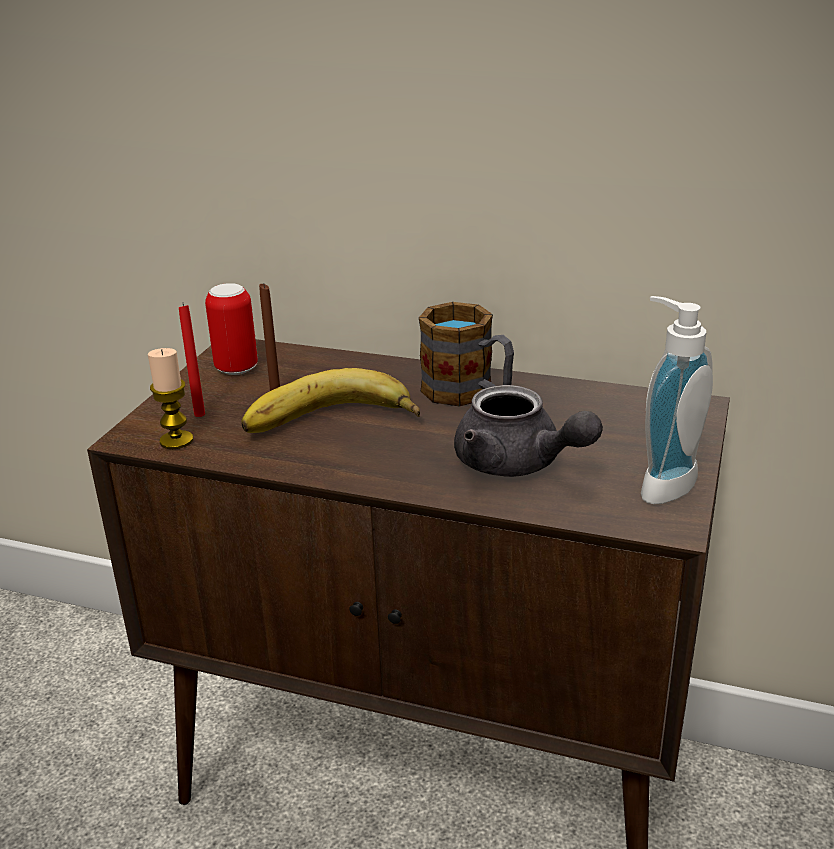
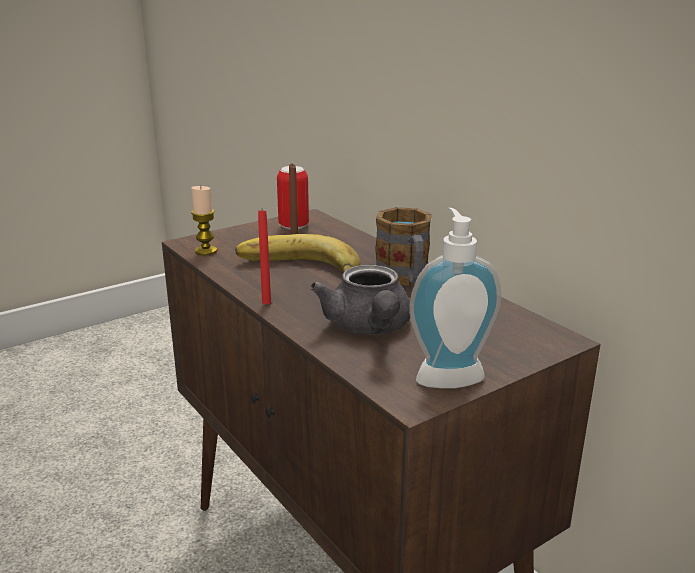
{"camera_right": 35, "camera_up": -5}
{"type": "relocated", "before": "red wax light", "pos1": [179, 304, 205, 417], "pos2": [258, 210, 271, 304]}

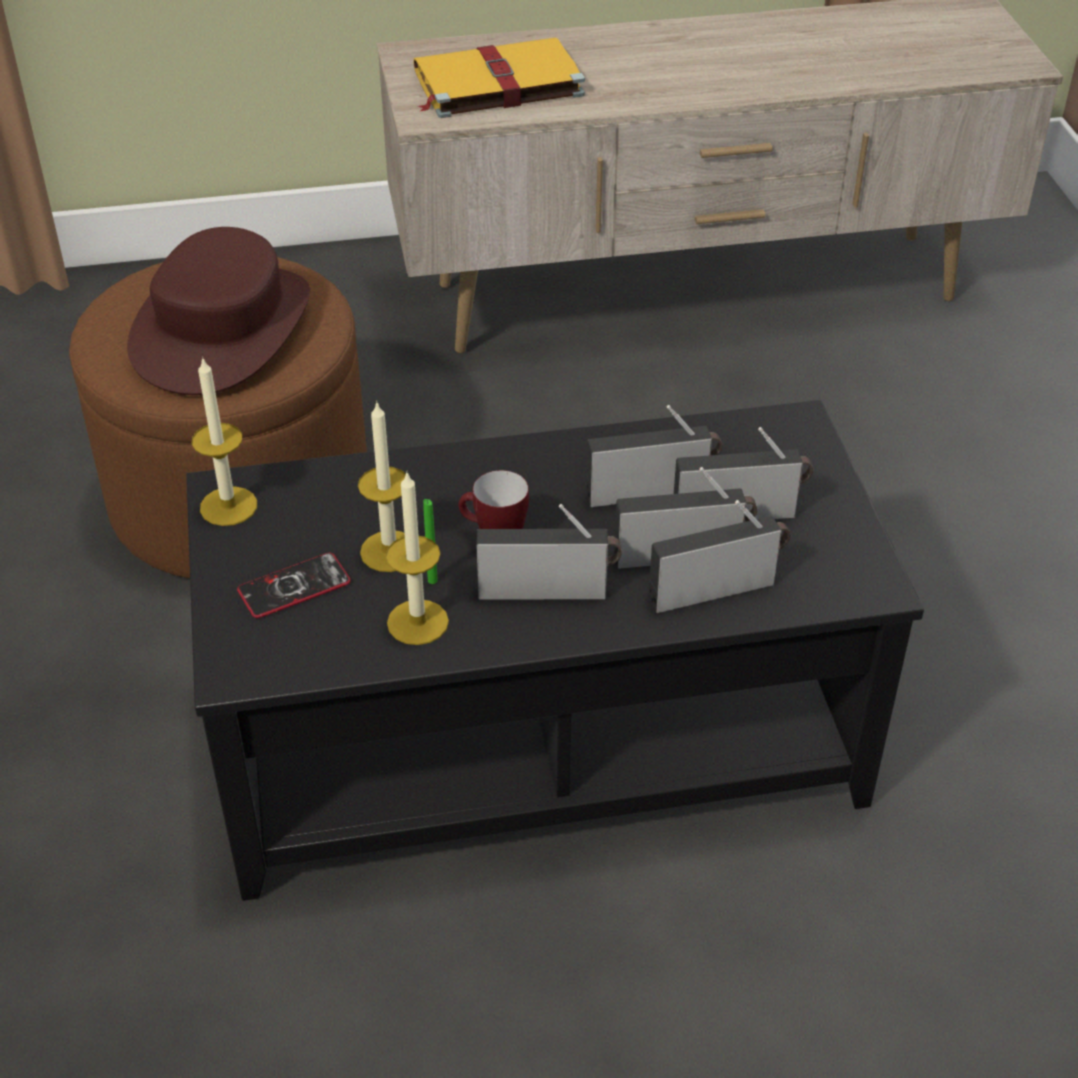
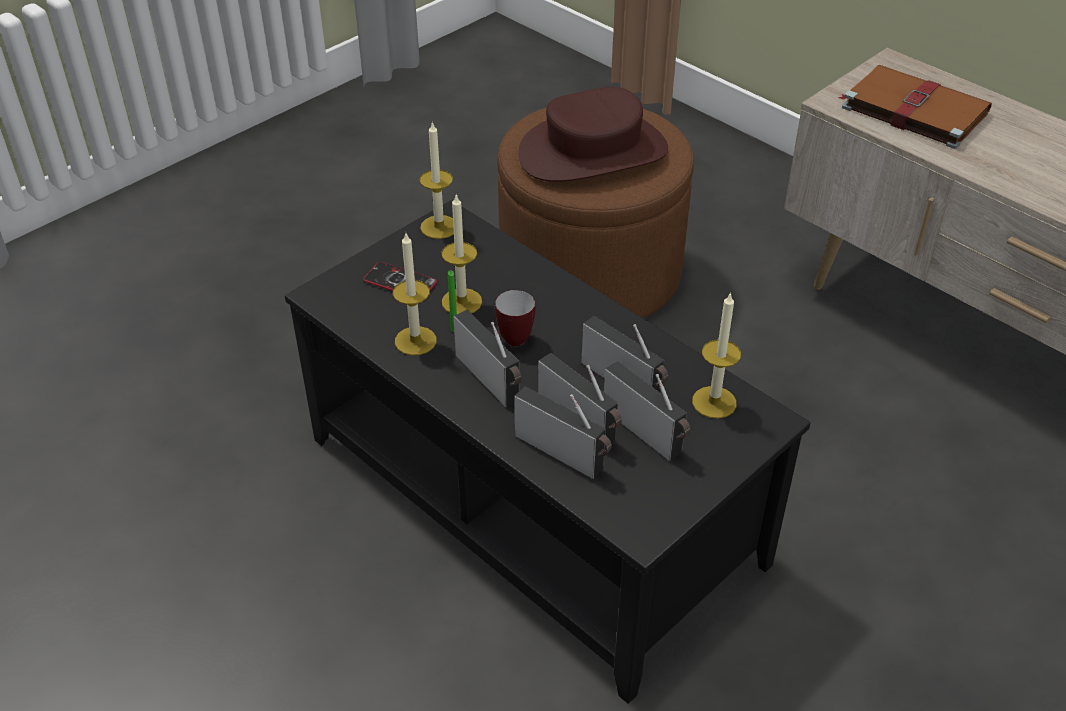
{"camera_right": 55, "camera_up": 0}
{"type": "appeared", "after": "wax light", "pos2": [692, 292, 741, 419]}
{"type": "colour", "before": "yellow book", "after": "brown-coloured book", "pos1": [414, 37, 585, 118], "pos2": [837, 65, 992, 149]}

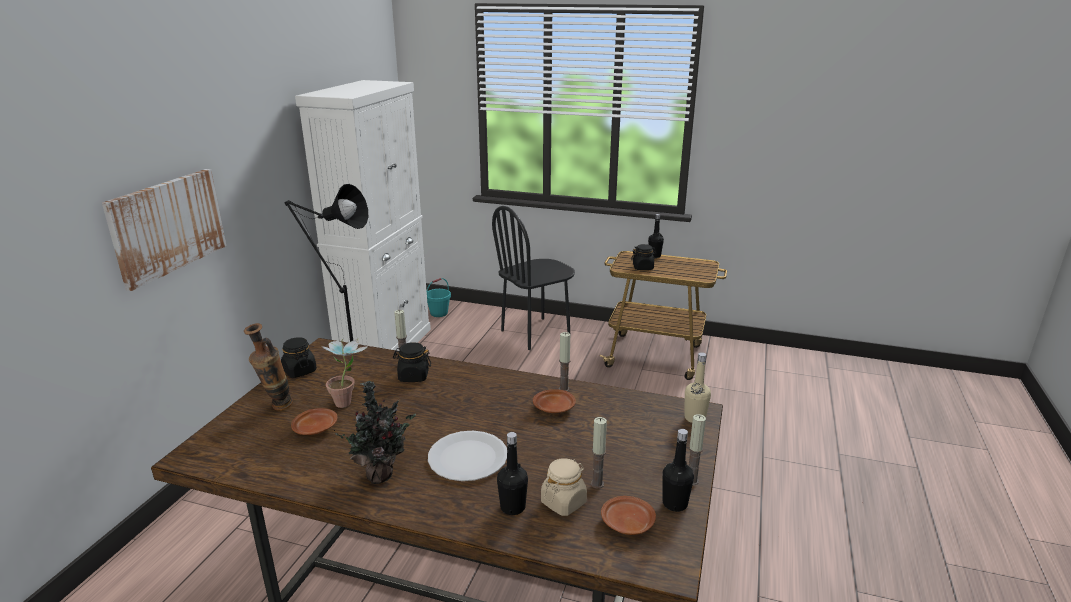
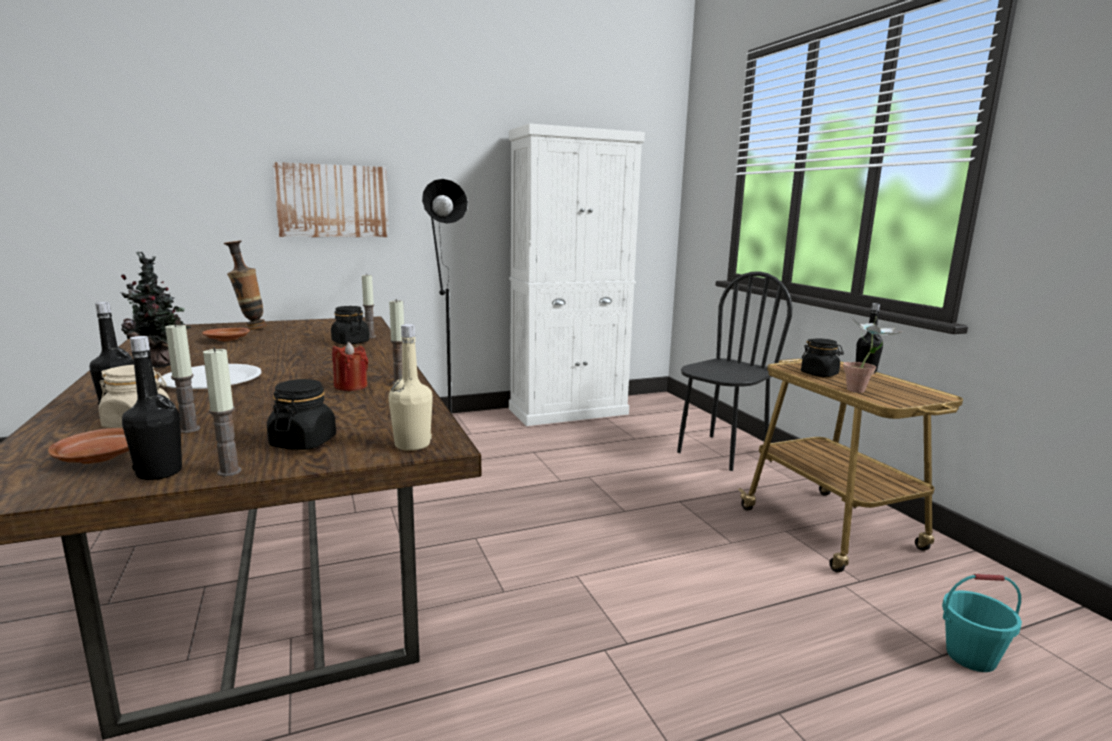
{"camera_right": 50, "camera_up": -10}
{"type": "relocated", "before": "black storage jar", "pos1": [281, 337, 317, 378], "pos2": [267, 379, 336, 450]}
{"type": "exchanged", "before": "brown-coloured flat dish", "after": "red wax light", "pos1": [533, 389, 576, 413], "pos2": [332, 342, 368, 391]}
{"type": "spun", "before": "black plain chair", "pos1": [492, 206, 575, 350], "pos2": [677, 271, 793, 471], "turn": 120}
{"type": "relocated", "before": "potted plant", "pos1": [322, 339, 368, 408], "pos2": [843, 316, 903, 393]}
{"type": "relocated", "before": "blue-green bucket", "pos1": [427, 278, 451, 317], "pos2": [942, 574, 1022, 672]}

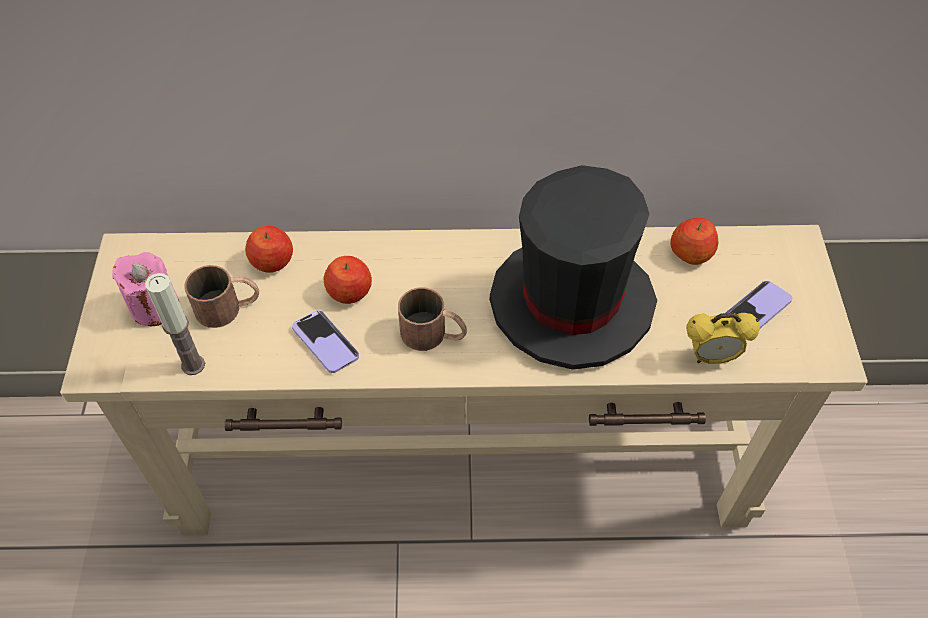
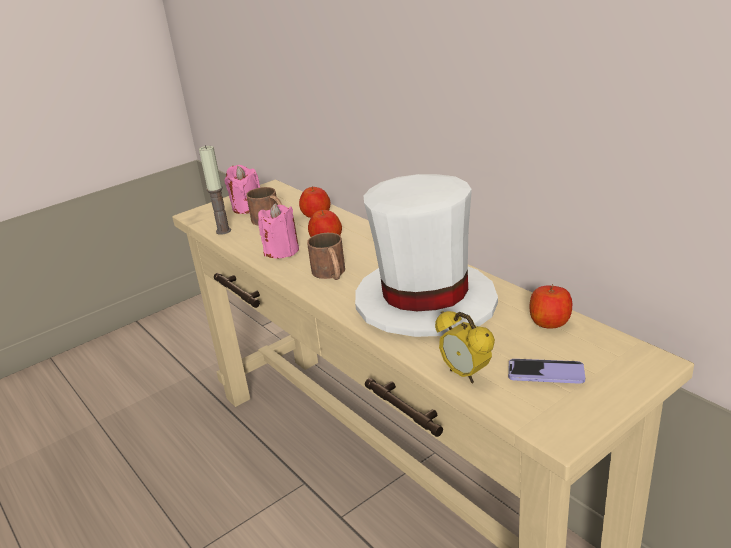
{"camera_right": 55, "camera_up": -25}
{"type": "exchanged", "before": "phone", "after": "pinkish wax light", "pos1": [292, 310, 359, 373], "pos2": [258, 203, 299, 259]}
{"type": "colour", "before": "black clothing hat", "after": "white-coloured clothing hat", "pos1": [489, 165, 657, 370], "pos2": [355, 174, 498, 337]}

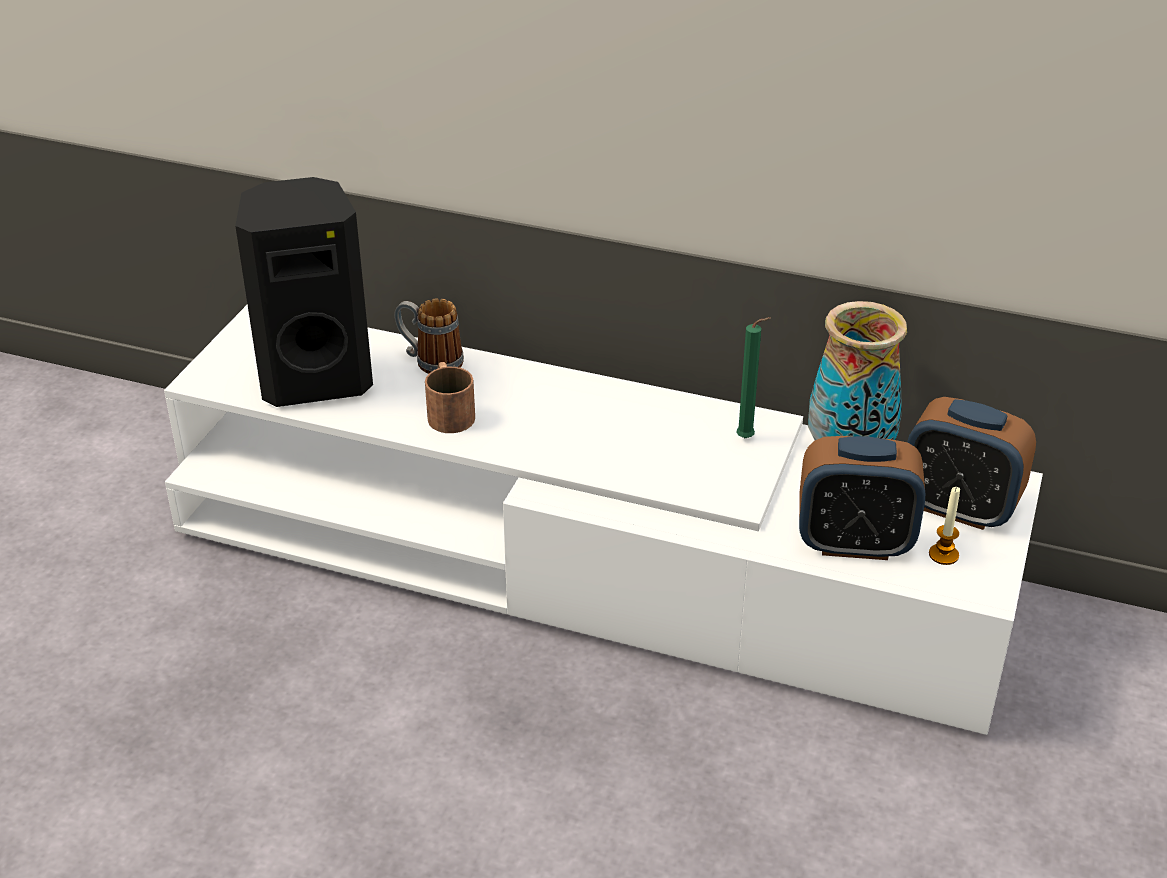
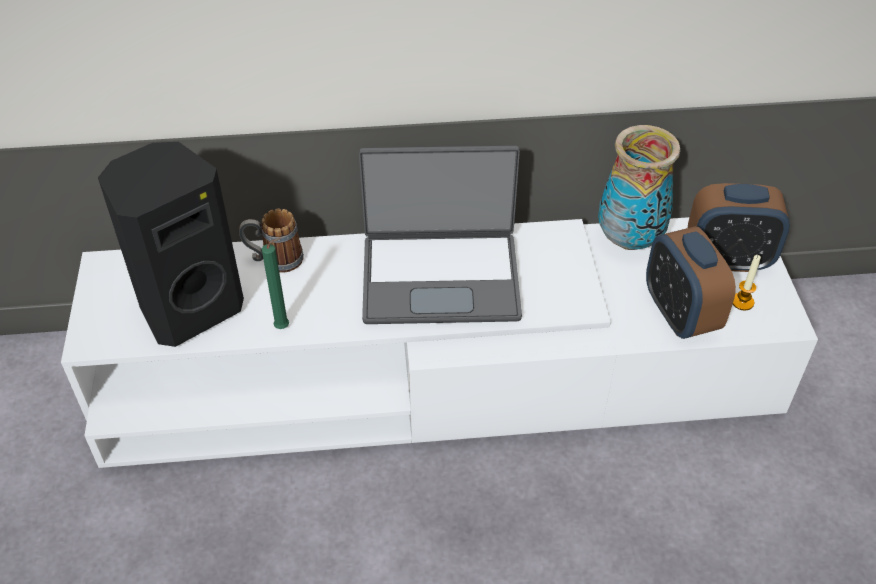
{"camera_right": -25, "camera_up": 10}
{"type": "relocated", "before": "green-coloured wax light", "pos1": [736, 317, 771, 438], "pos2": [262, 237, 289, 329]}
{"type": "appeared", "after": "laptop", "pos2": [359, 146, 522, 324]}
{"type": "spun", "before": "bedside clock", "pos1": [799, 436, 925, 560], "pos2": [646, 226, 736, 339], "turn": 90}
{"type": "missing", "before": "brown-coloured coffee mug", "pos1": [425, 362, 475, 433]}

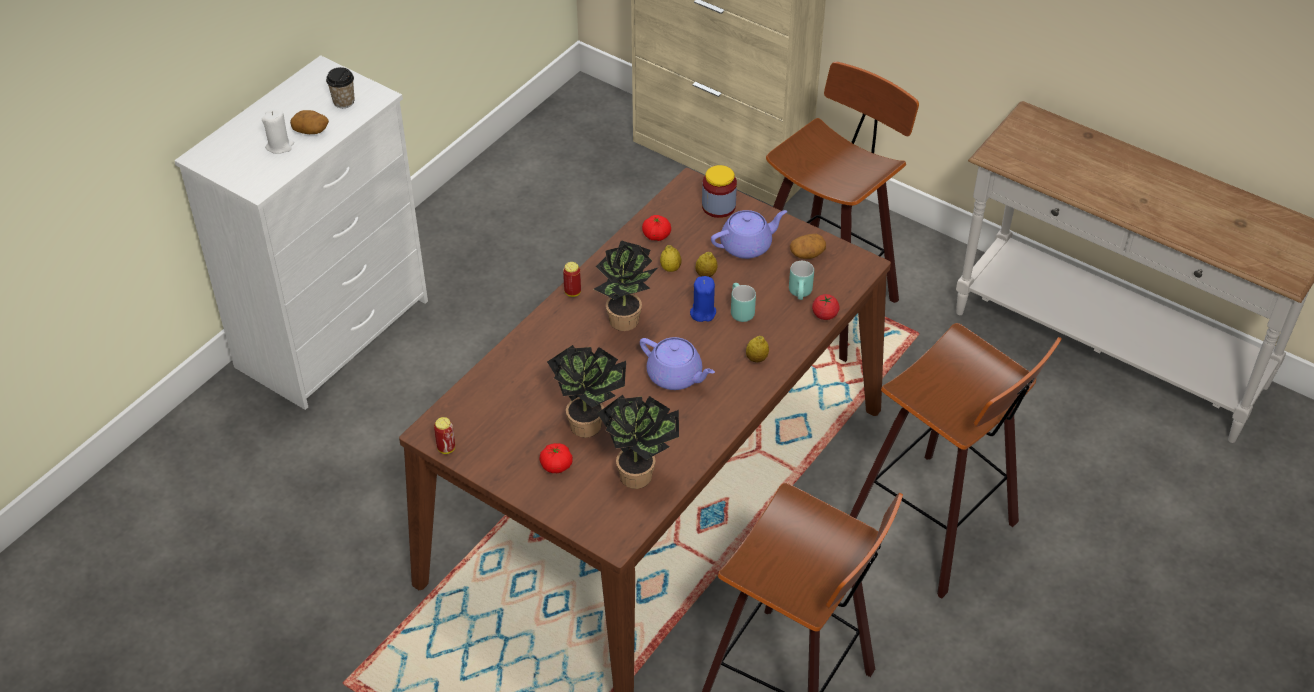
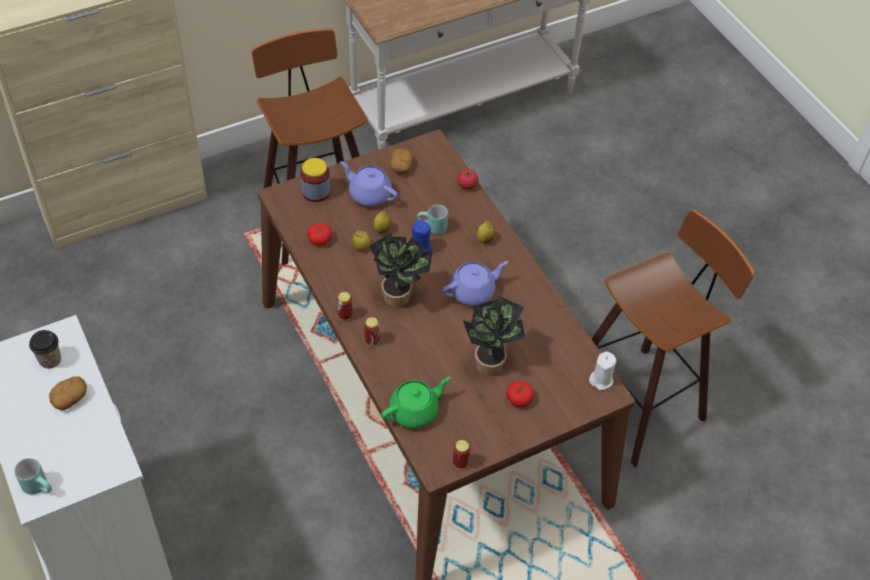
{"camera_right": -65, "camera_up": 5}
{"type": "relocated", "before": "blue-green coffee mug", "pos1": [789, 261, 814, 300], "pos2": [14, 458, 52, 495]}
{"type": "spun", "before": "purplish tea pot", "pos1": [711, 210, 787, 259], "pos2": [340, 161, 398, 207], "turn": -60}
{"type": "appeared", "after": "can", "pos2": [364, 317, 380, 346]}
{"type": "appeared", "after": "green-coloured tea pot", "pos2": [381, 377, 451, 428]}
{"type": "relocated", "before": "white-coloured wax light", "pos1": [262, 109, 294, 154], "pos2": [589, 352, 617, 390]}
{"type": "missing", "before": "potted plant", "pos1": [597, 395, 679, 489]}
{"type": "missing", "before": "stool", "pos1": [850, 323, 1062, 599]}

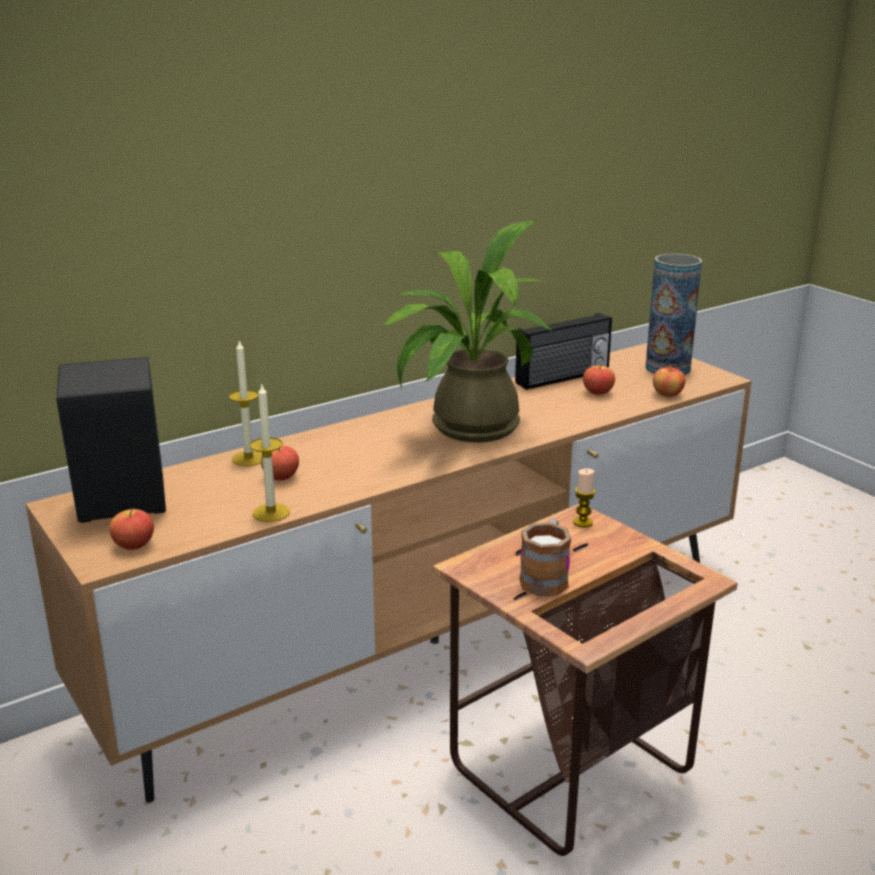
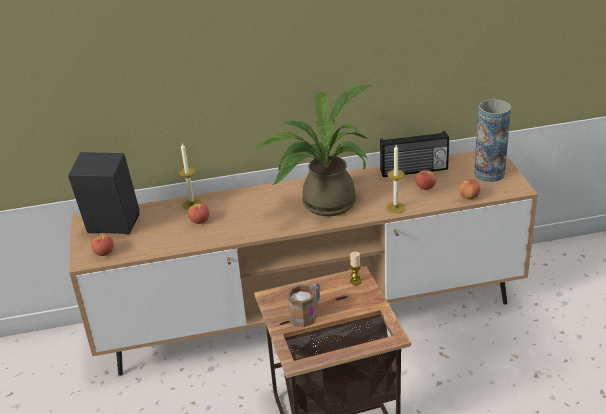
{"camera_right": 25, "camera_up": 10}
{"type": "relocated", "before": "wax light", "pos1": [250, 385, 290, 522], "pos2": [386, 145, 406, 214]}

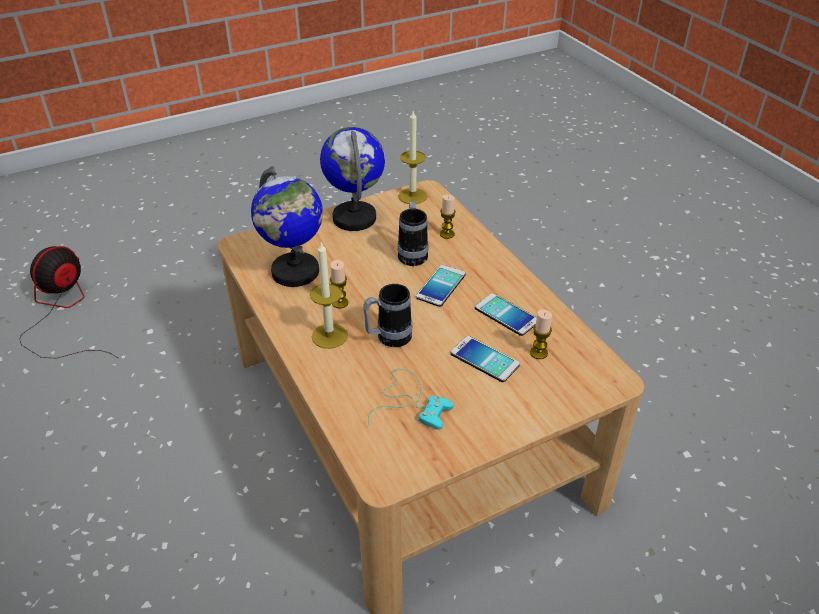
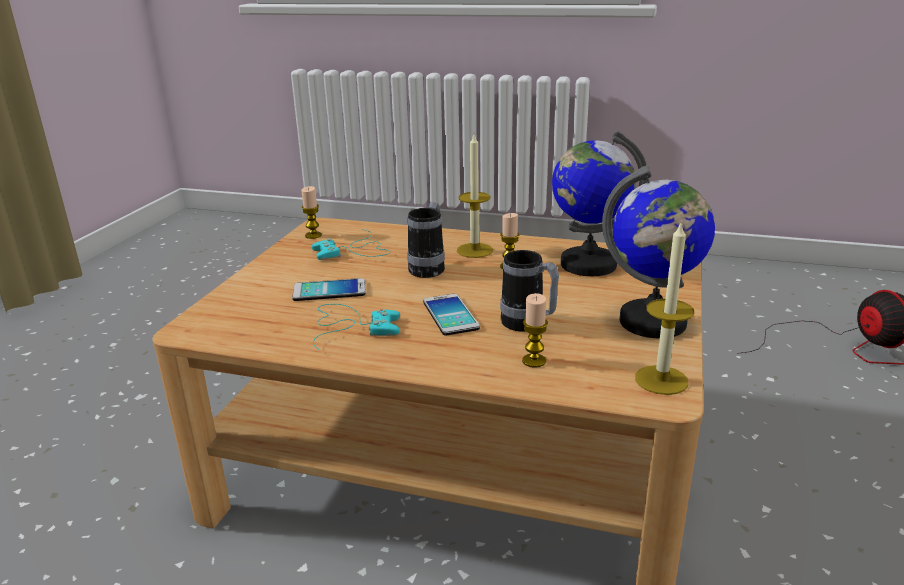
{"camera_right": 135, "camera_up": -15}
{"type": "relocated", "before": "wax light", "pos1": [530, 309, 552, 359], "pos2": [301, 186, 322, 239]}
{"type": "exchanged", "before": "phone", "after": "blue-green gamepad", "pos1": [475, 293, 537, 336], "pos2": [313, 304, 400, 350]}

